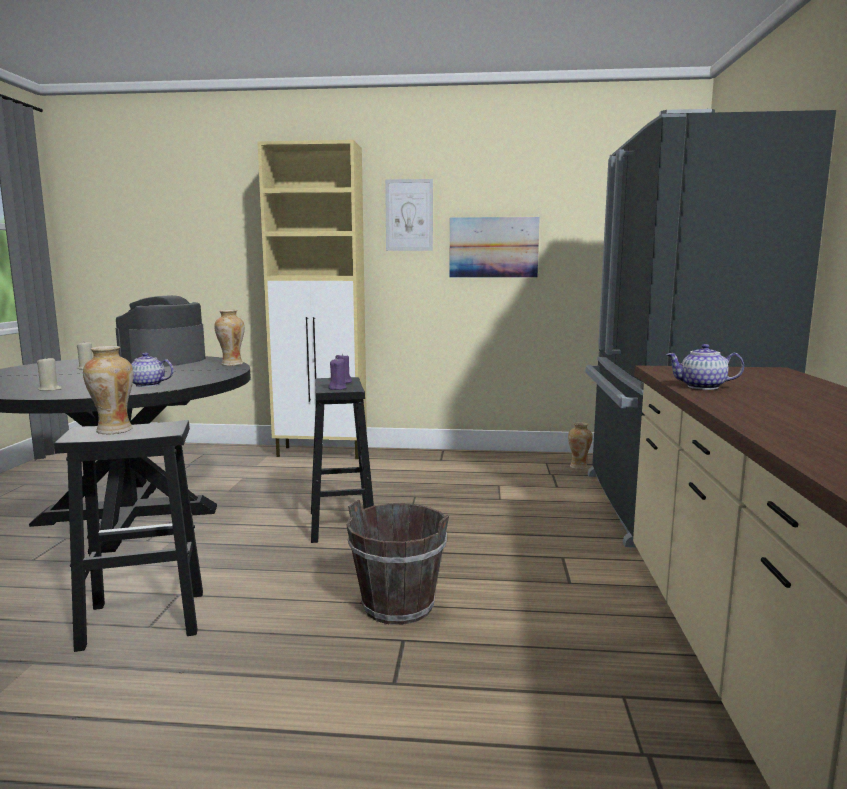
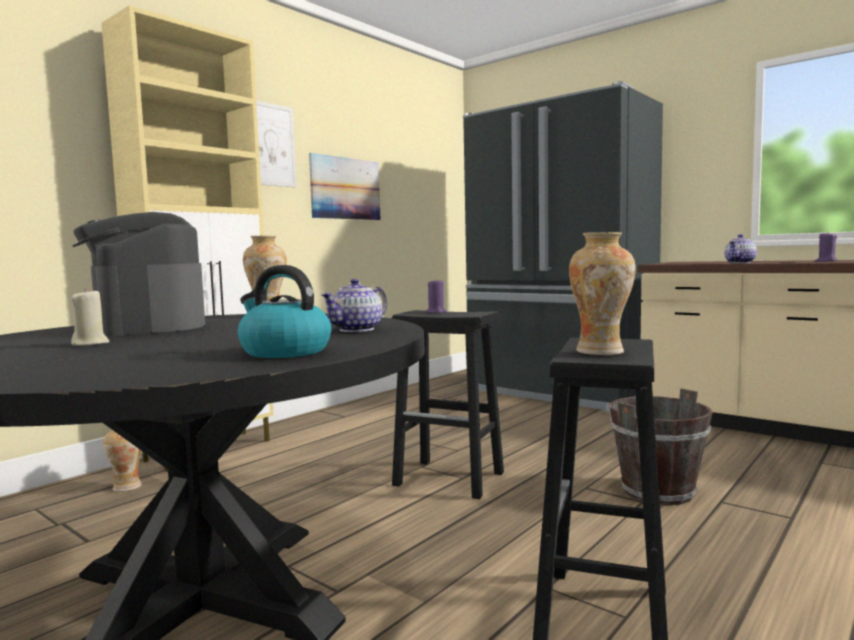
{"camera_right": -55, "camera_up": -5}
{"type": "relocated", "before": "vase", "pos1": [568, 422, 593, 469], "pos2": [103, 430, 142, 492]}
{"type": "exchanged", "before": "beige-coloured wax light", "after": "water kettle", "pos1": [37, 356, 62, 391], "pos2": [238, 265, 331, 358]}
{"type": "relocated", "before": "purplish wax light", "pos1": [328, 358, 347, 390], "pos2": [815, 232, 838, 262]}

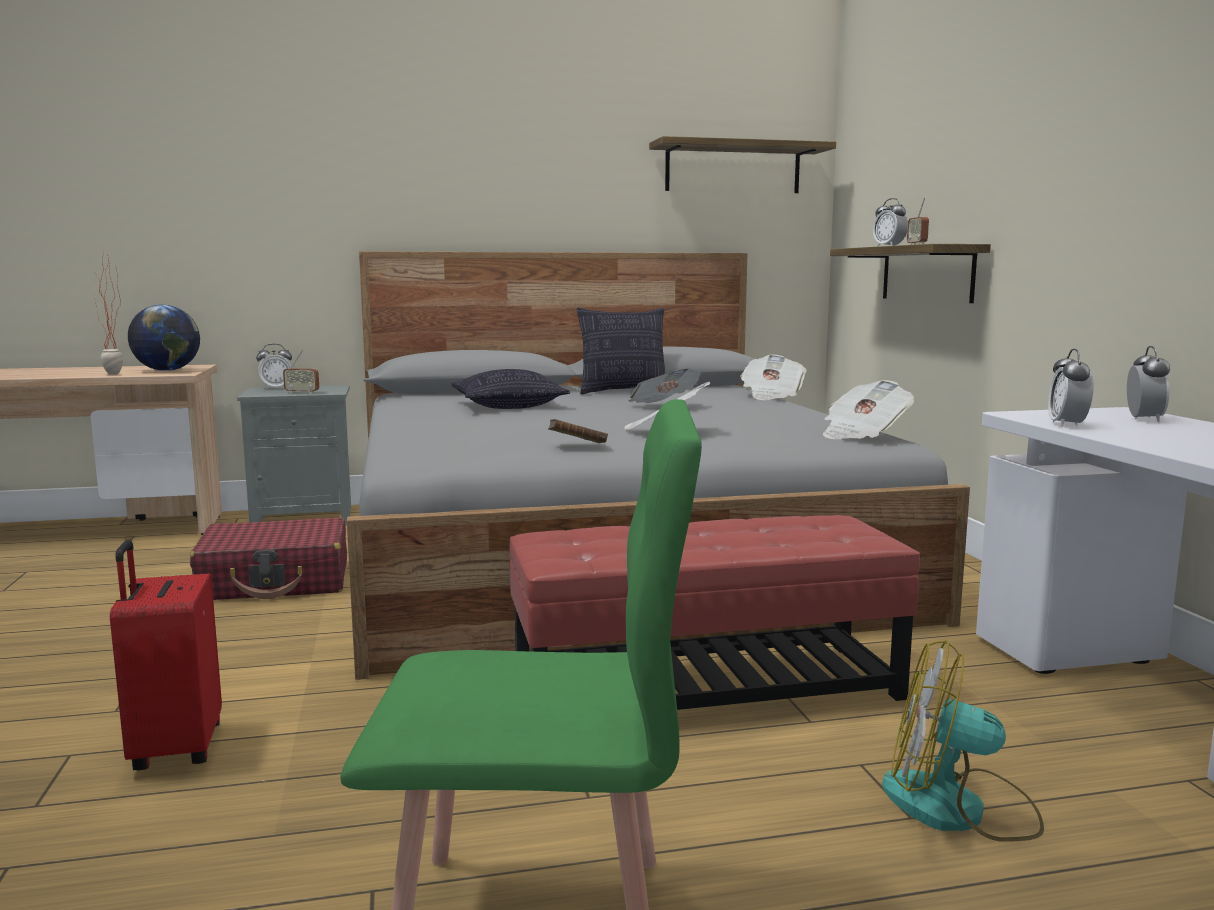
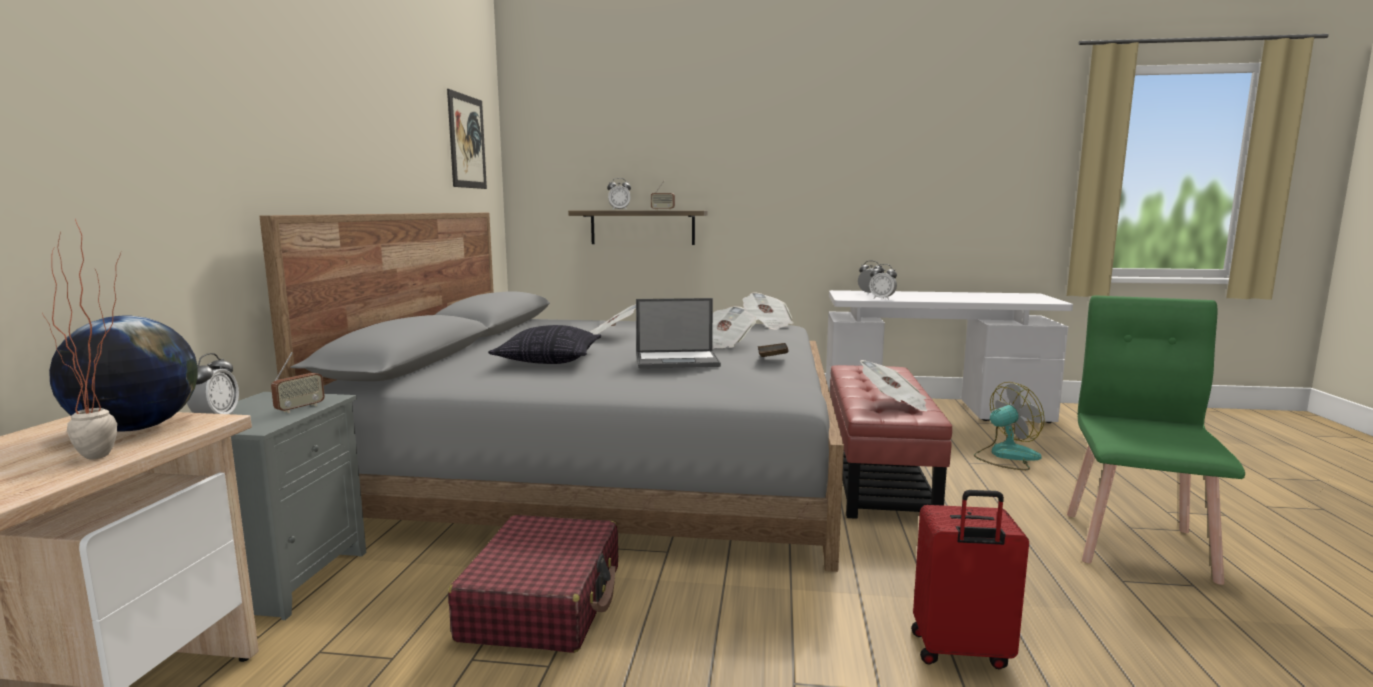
{"camera_right": -70, "camera_up": 0}
{"type": "exchanged", "before": "shelf", "after": "picture", "pos1": [649, 136, 836, 193], "pos2": [447, 89, 487, 189]}
{"type": "appeared", "after": "laptop", "pos2": [636, 298, 721, 369]}
{"type": "relocated", "before": "printed paper", "pos1": [740, 354, 807, 400], "pos2": [860, 360, 927, 412]}
{"type": "spun", "before": "electric fan", "pos1": [882, 640, 1044, 842], "pos2": [974, 382, 1045, 470], "turn": -150}
{"type": "missing", "before": "pillow", "pos1": [577, 307, 665, 395]}

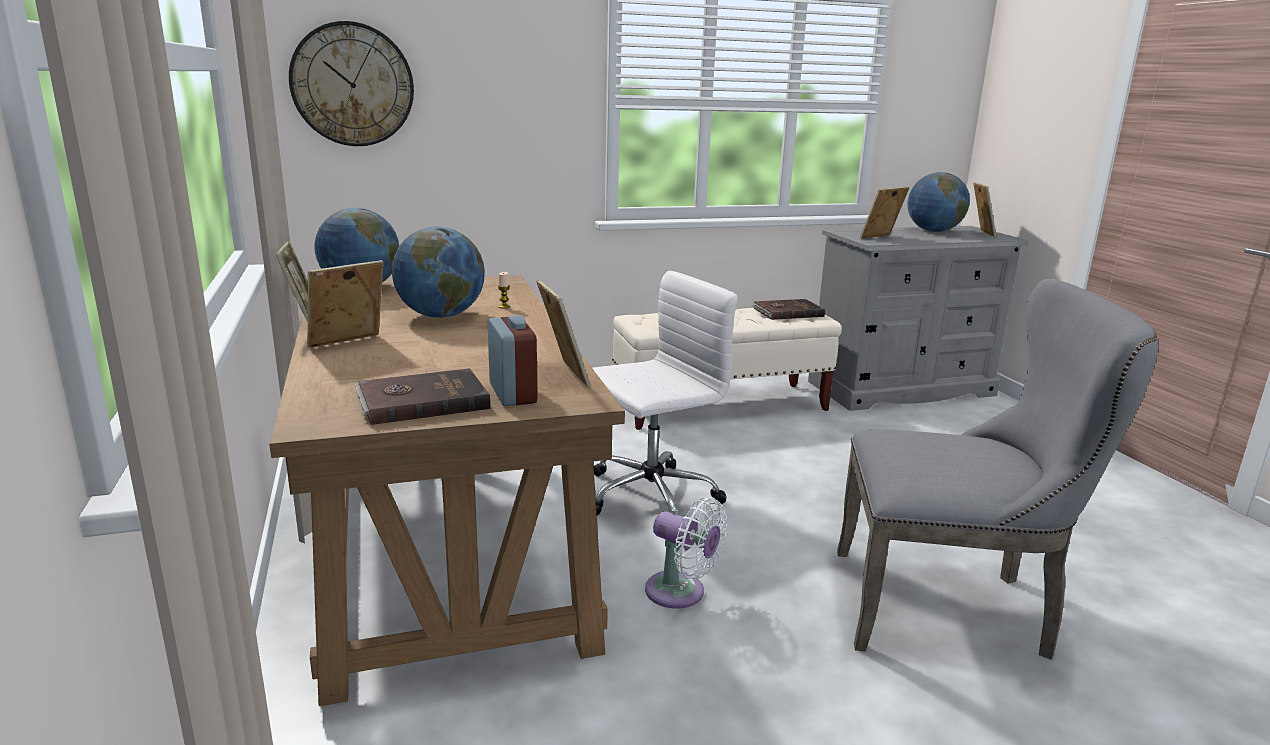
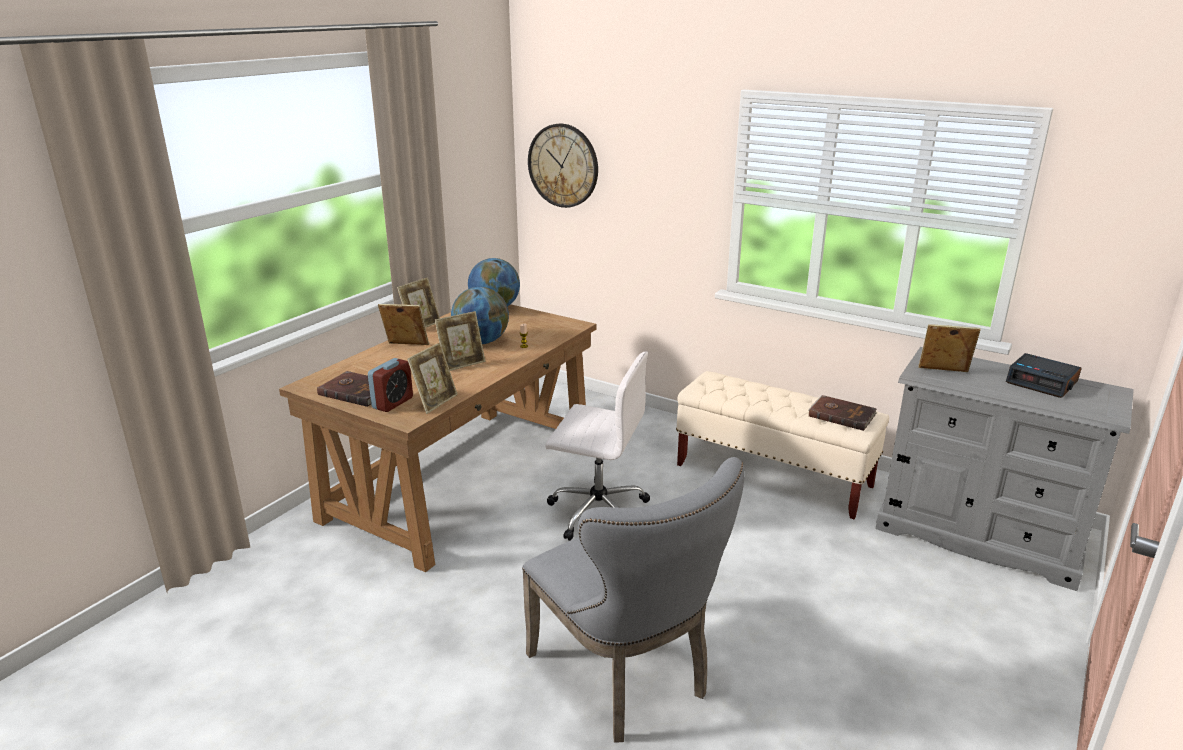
{"camera_right": 50, "camera_up": 5}
{"type": "relocated", "before": "picture frame", "pos1": [973, 182, 997, 237], "pos2": [435, 311, 485, 371]}
{"type": "exchanged", "before": "globe", "after": "bedside clock", "pos1": [907, 172, 970, 232], "pos2": [1006, 353, 1082, 398]}
{"type": "missing", "before": "white-coloured electric fan", "pos1": [645, 498, 727, 609]}

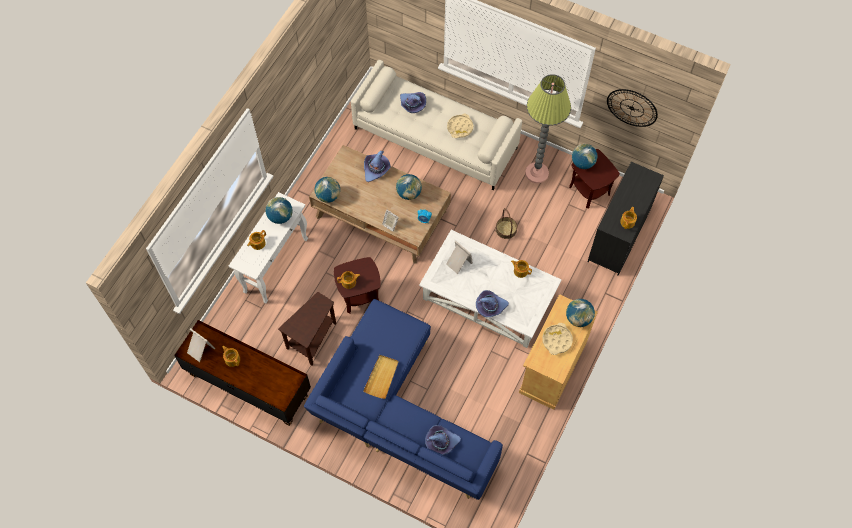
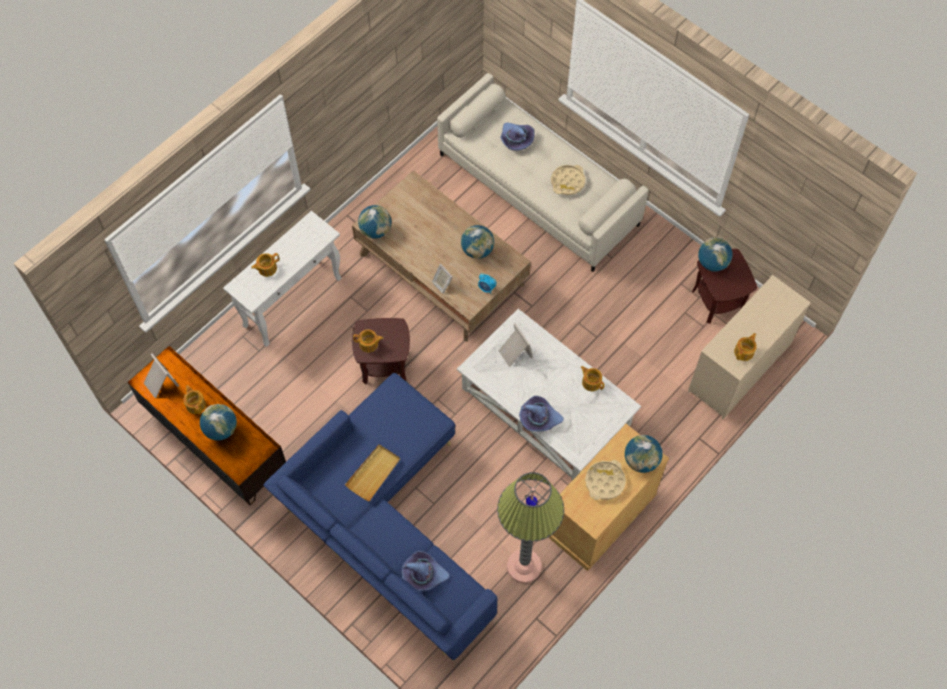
{"camera_right": 15, "camera_up": 0}
{"type": "relocated", "before": "globe", "pos1": [266, 197, 292, 224], "pos2": [200, 404, 237, 441]}
{"type": "relocated", "before": "standing lamp", "pos1": [525, 74, 571, 183], "pos2": [497, 472, 564, 583]}
{"type": "colour", "before": "black dresser", "after": "beige-coloured dresser", "pos1": [588, 162, 664, 275], "pos2": [688, 275, 811, 419]}
{"type": "missing", "before": "brown-coloured end table", "pos1": [278, 292, 336, 366]}
{"type": "missing", "before": "purplish clothing hat", "pos1": [364, 151, 391, 182]}
{"type": "missing", "before": "storage basket", "pos1": [496, 208, 517, 239]}
{"type": "missing", "before": "hanging clock", "pos1": [607, 89, 658, 127]}

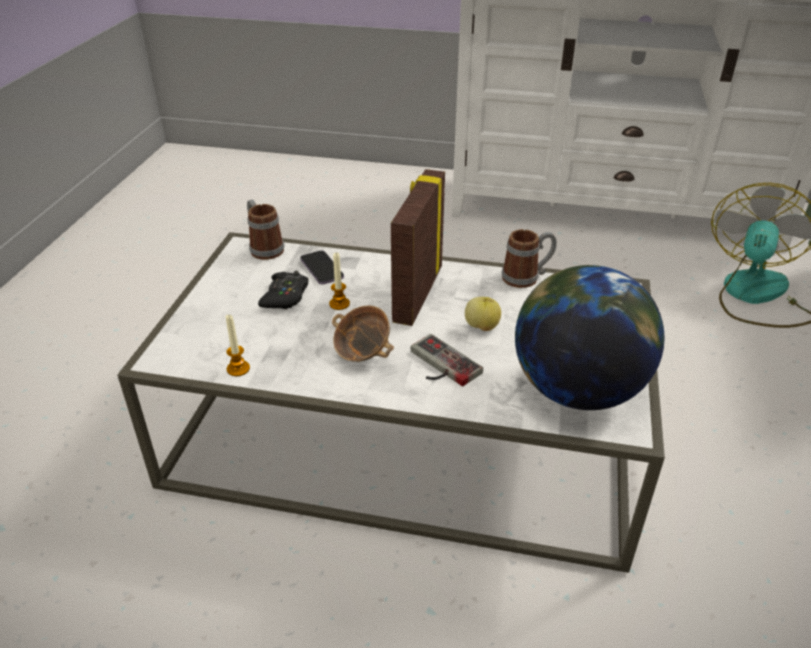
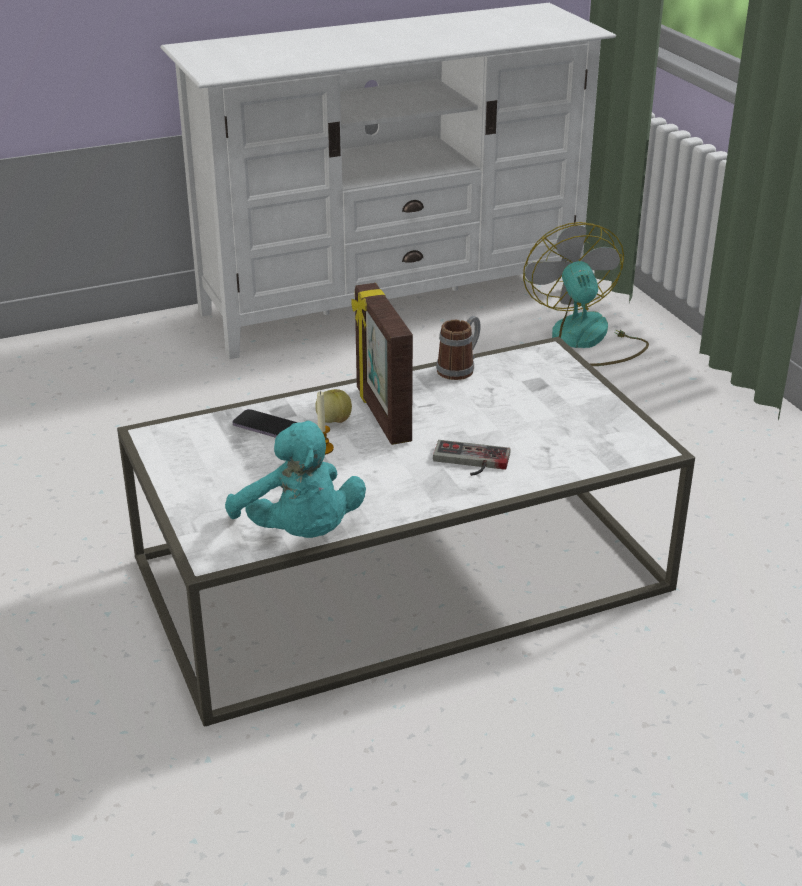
{"camera_right": -35, "camera_up": -5}
{"type": "exchanged", "before": "wax light", "after": "blue-green cuddly toy", "pos1": [226, 315, 250, 376], "pos2": [225, 420, 366, 538]}
{"type": "relocated", "before": "apple fruit", "pos1": [465, 297, 501, 331], "pos2": [315, 389, 352, 423]}
{"type": "missing", "before": "coffee mug", "pos1": [247, 199, 284, 260]}
{"type": "missing", "before": "black gamepad", "pos1": [258, 271, 309, 309]}
{"type": "missing", "before": "deep dish", "pos1": [332, 306, 394, 362]}
{"type": "missing", "before": "globe", "pos1": [515, 265, 665, 410]}

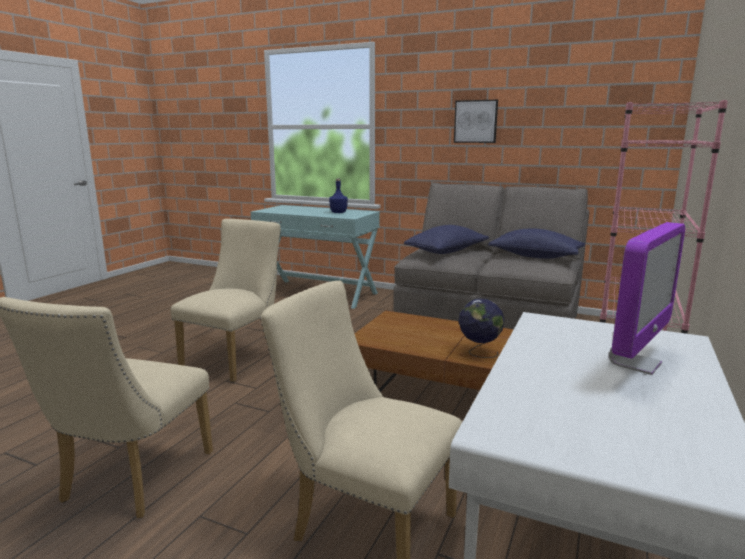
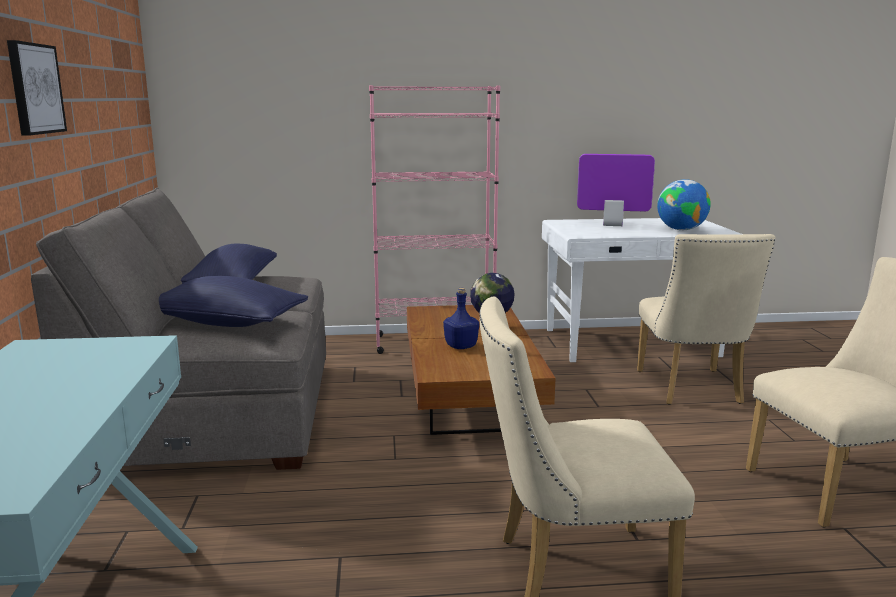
{"camera_right": -120, "camera_up": 0}
{"type": "relocated", "before": "blue-coloured drink bottle", "pos1": [329, 179, 348, 213], "pos2": [443, 288, 479, 349]}
{"type": "appeared", "after": "globe", "pos2": [657, 179, 711, 230]}

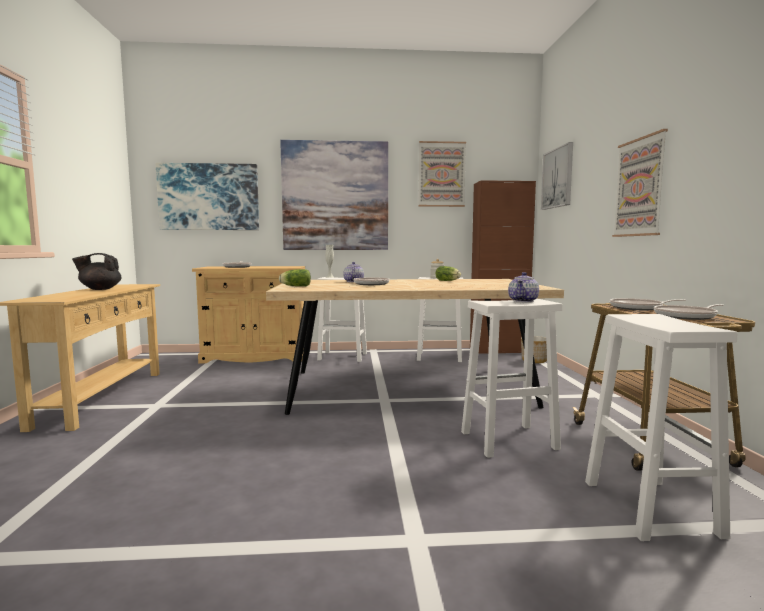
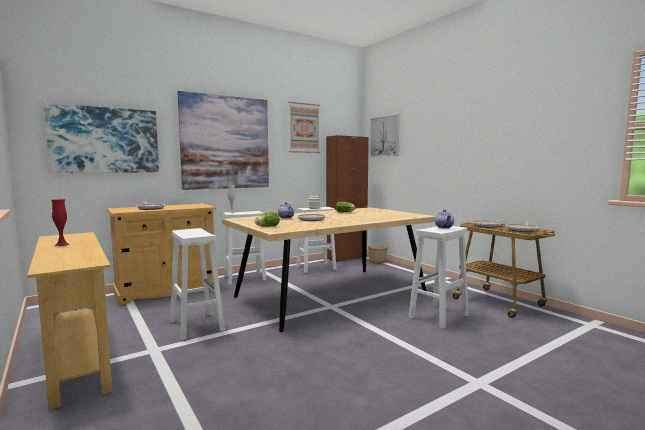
{"camera_right": -30, "camera_up": 0}
{"type": "exchanged", "before": "black tea pot", "after": "red vase", "pos1": [72, 253, 121, 290], "pos2": [51, 199, 70, 246]}
{"type": "relocated", "before": "white-coloured stool", "pos1": [585, 314, 737, 541], "pos2": [170, 228, 225, 340]}
{"type": "missing", "before": "picture", "pos1": [612, 129, 668, 237]}

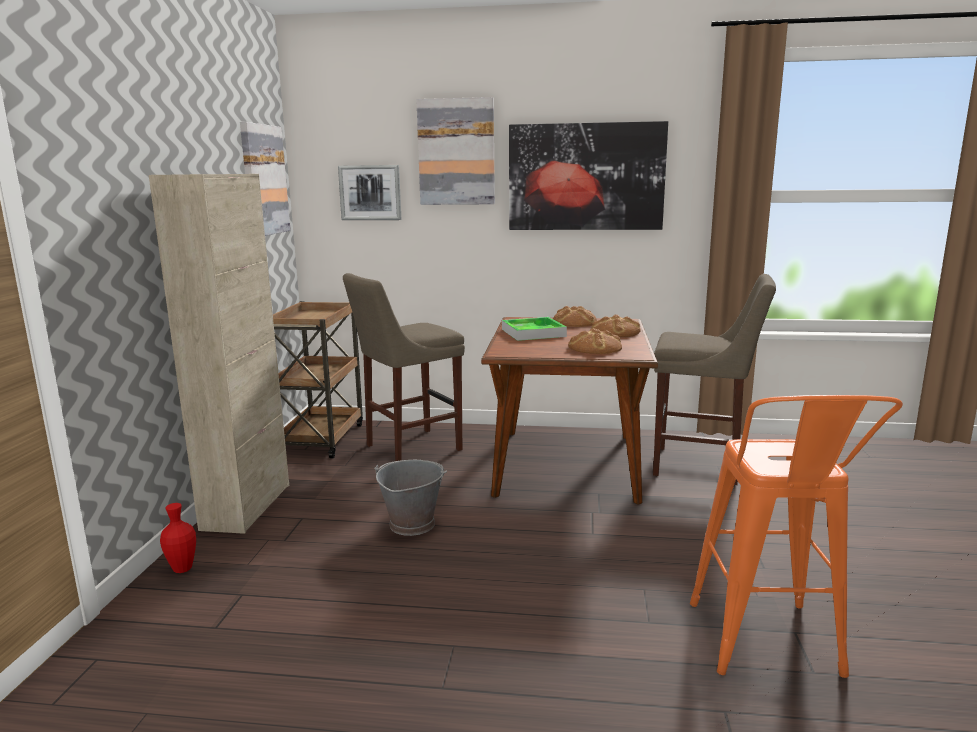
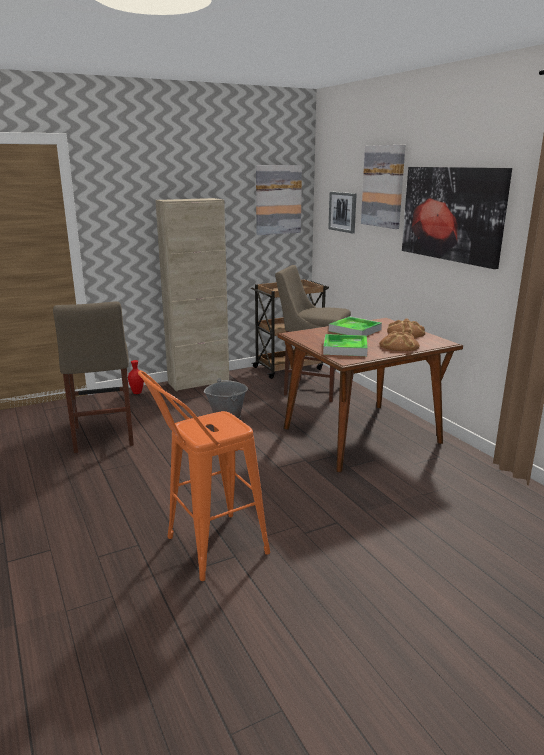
{"camera_right": 55, "camera_up": 5}
{"type": "relocated", "before": "beige-coloured stool", "pos1": [653, 274, 776, 485], "pos2": [53, 301, 134, 453]}
{"type": "exchanged", "before": "baked bread", "after": "serving tray", "pos1": [568, 328, 622, 354], "pos2": [323, 334, 368, 356]}

